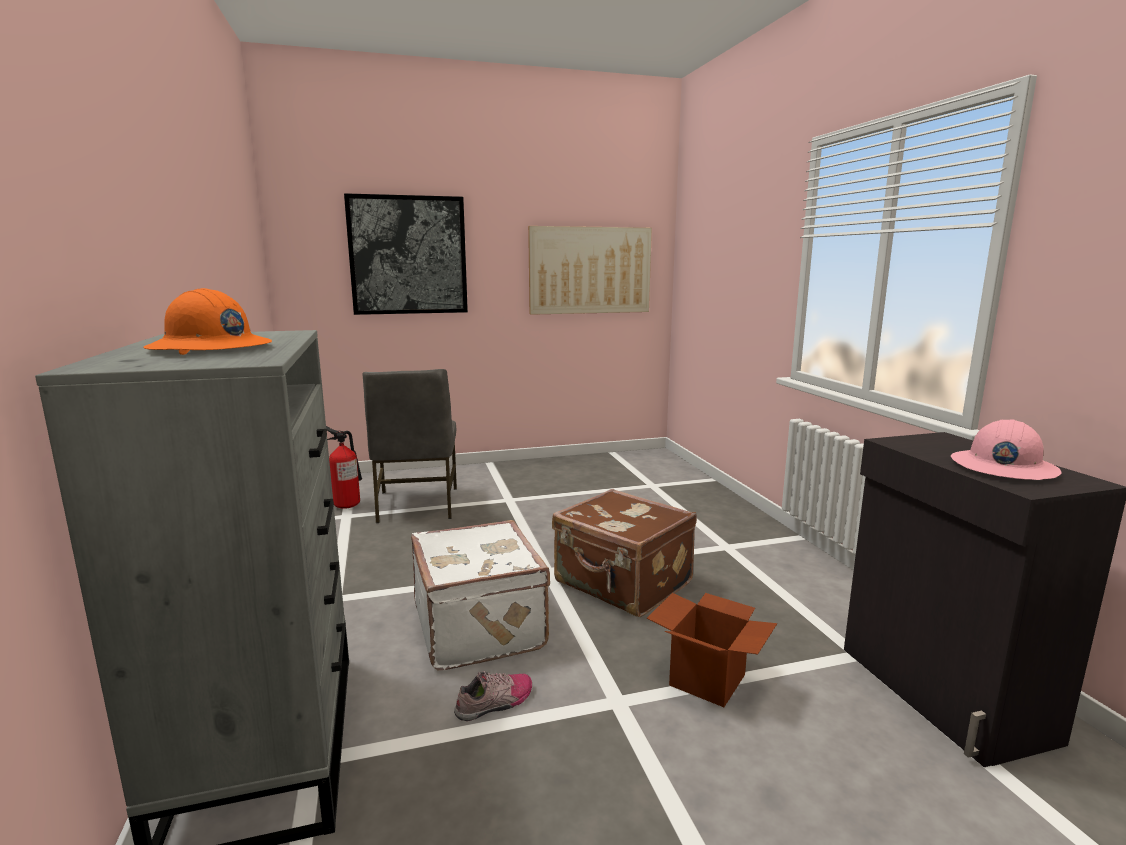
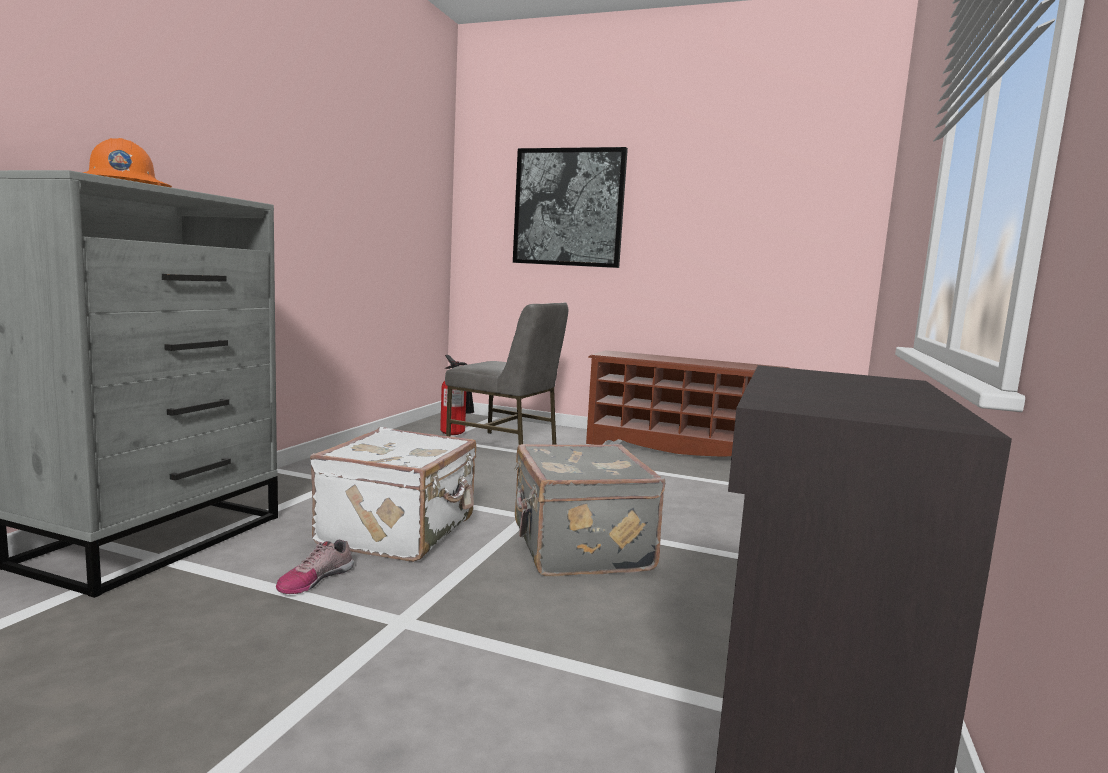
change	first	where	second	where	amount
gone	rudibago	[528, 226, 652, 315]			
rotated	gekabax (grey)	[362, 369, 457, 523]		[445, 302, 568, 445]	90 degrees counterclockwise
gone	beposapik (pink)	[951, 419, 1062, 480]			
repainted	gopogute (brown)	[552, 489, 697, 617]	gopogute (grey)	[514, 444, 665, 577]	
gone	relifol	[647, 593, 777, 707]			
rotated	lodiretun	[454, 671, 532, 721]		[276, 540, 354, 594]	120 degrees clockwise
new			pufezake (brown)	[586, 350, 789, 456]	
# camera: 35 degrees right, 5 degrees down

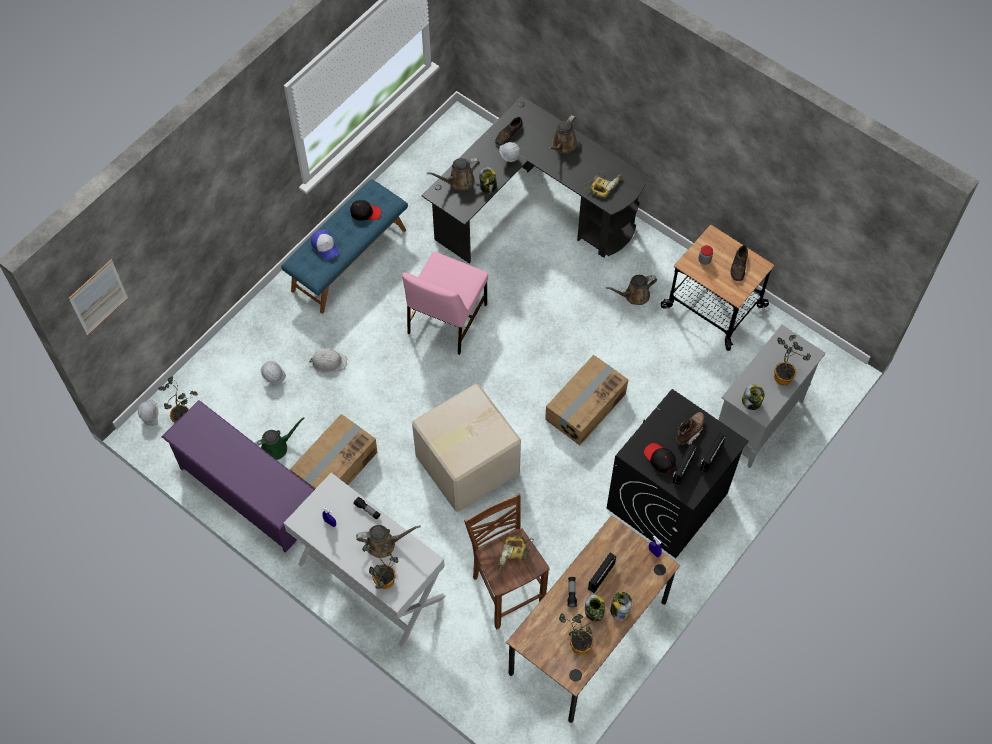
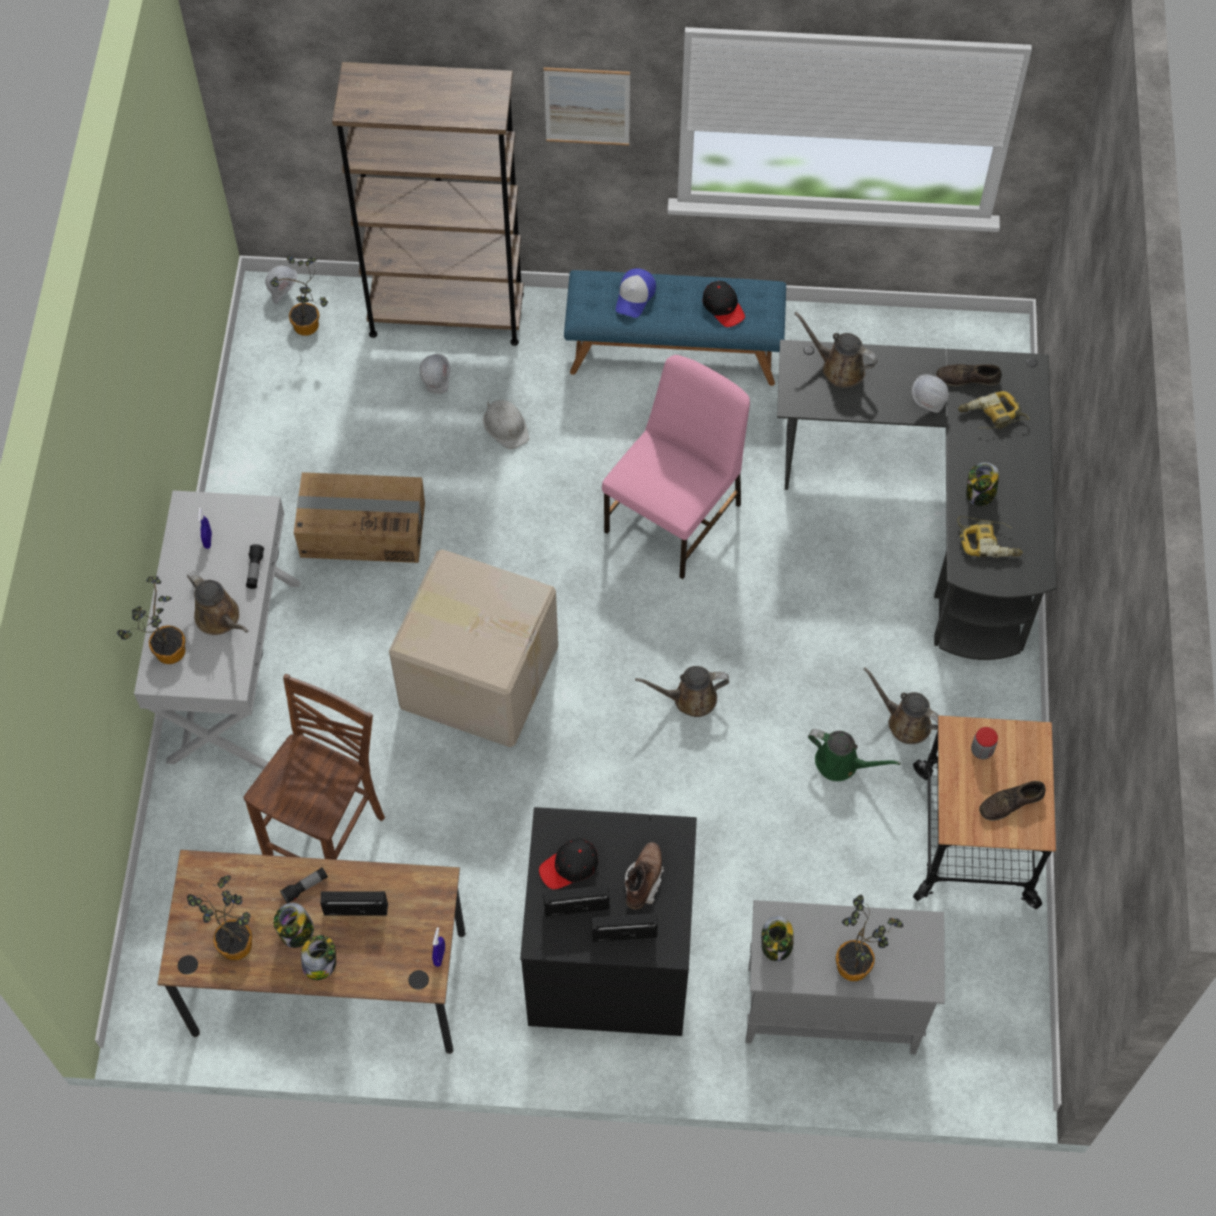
change	first	where	second	where	amount
shifted	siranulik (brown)	[548, 115, 577, 153]		[635, 666, 729, 717]	
shifted	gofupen	[479, 167, 497, 194]		[966, 462, 999, 506]	
rotated	gekabax (pink)	[402, 252, 488, 355]		[602, 355, 750, 579]	135 degrees clockwise
shifted	rudibago	[69, 259, 128, 336]		[544, 67, 630, 146]	
gone	relifol	[545, 355, 628, 446]			
gone	pufezake (purple)	[162, 400, 314, 553]			
rotated	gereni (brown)	[676, 412, 705, 445]		[625, 842, 664, 909]	75 degrees counterclockwise
shifted	siranulik (green)	[255, 417, 305, 460]		[808, 729, 901, 781]	
rotated	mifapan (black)	[644, 443, 676, 473]		[539, 838, 598, 889]	135 degrees counterclockwise
shifted	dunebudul	[498, 537, 534, 572]		[958, 391, 1030, 429]	
new			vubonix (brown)	[332, 62, 524, 346]	
# camera: 55 degrees right, 0 degrees up

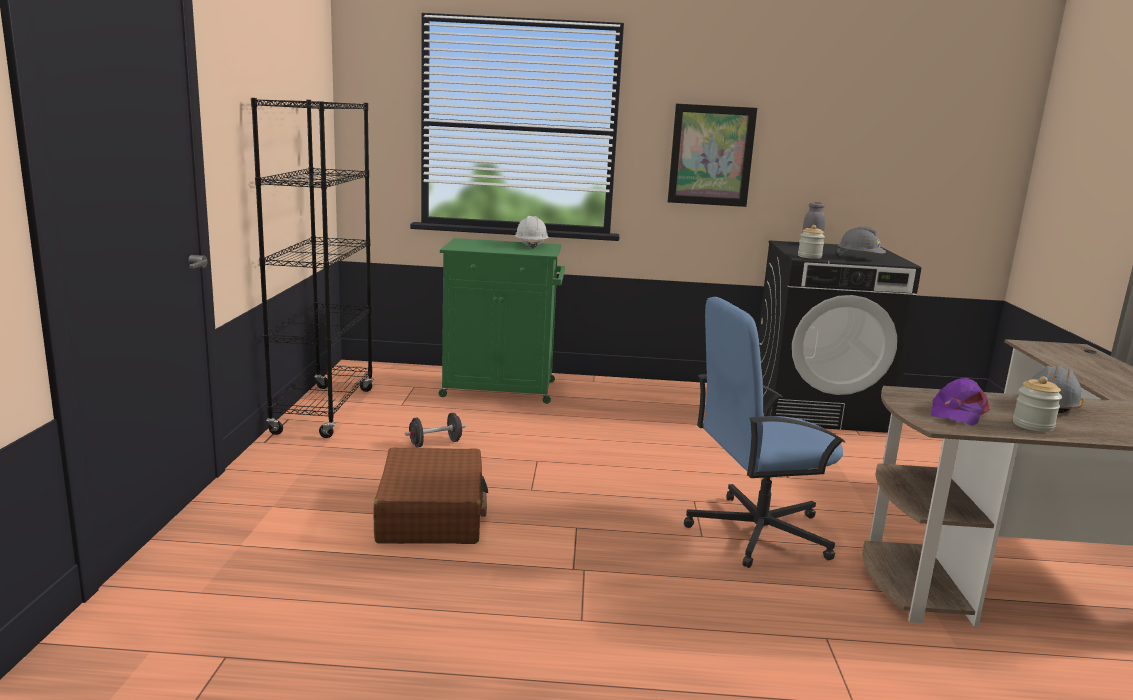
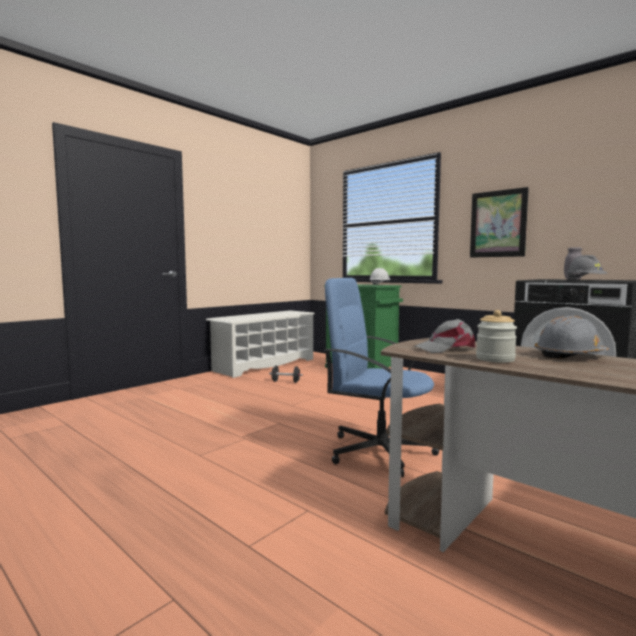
change	first	where	second	where	amount
swapped	vubonix (black)	[251, 98, 374, 438]	pufezake (white)	[206, 310, 315, 378]	
gone	gofupen	[798, 225, 825, 259]			
repainted	mifapan (purple)	[931, 378, 990, 426]	mifapan (grey)	[413, 319, 475, 353]	
gone	gopogute (brown)	[373, 448, 488, 544]			
# camera: 40 degrees right, 10 degrees down

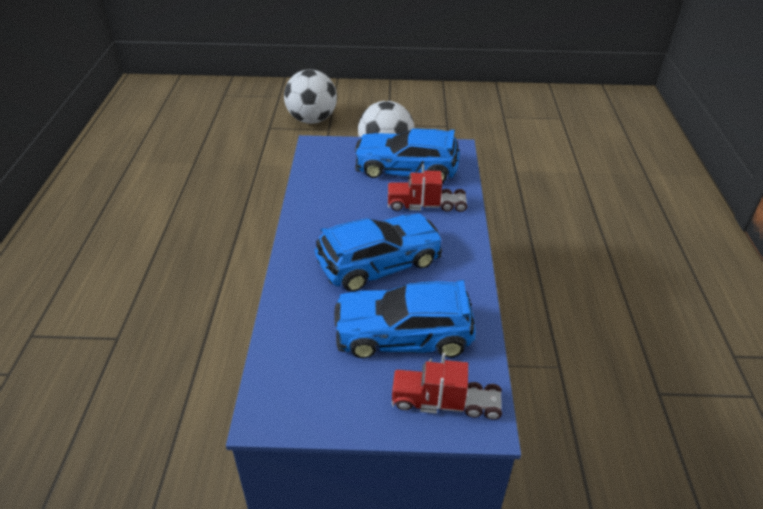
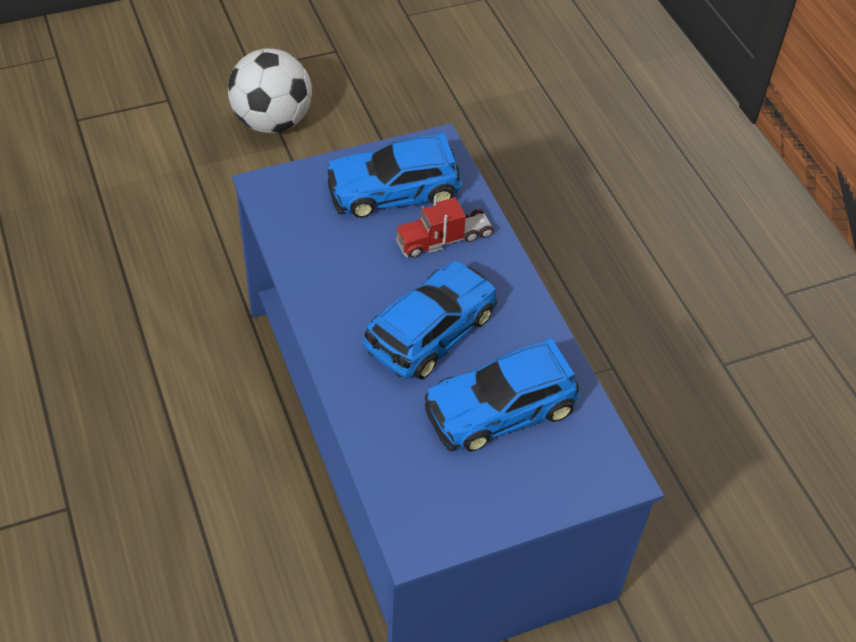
change	first	where	second	where	amount
gone	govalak	[284, 69, 337, 124]			
gone	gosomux	[392, 353, 502, 420]			
# camera: 25 degrees left, 10 degrees up

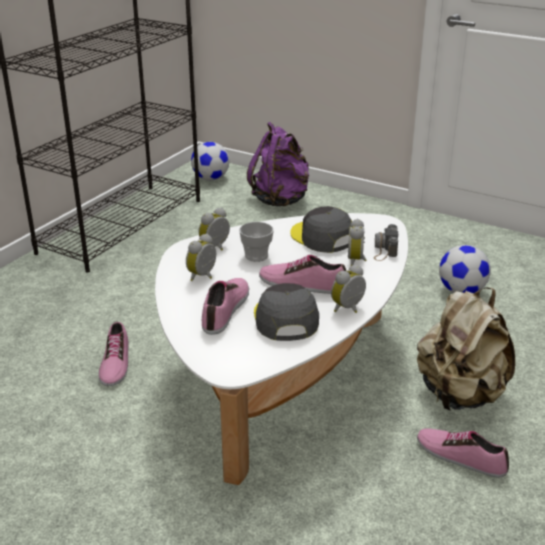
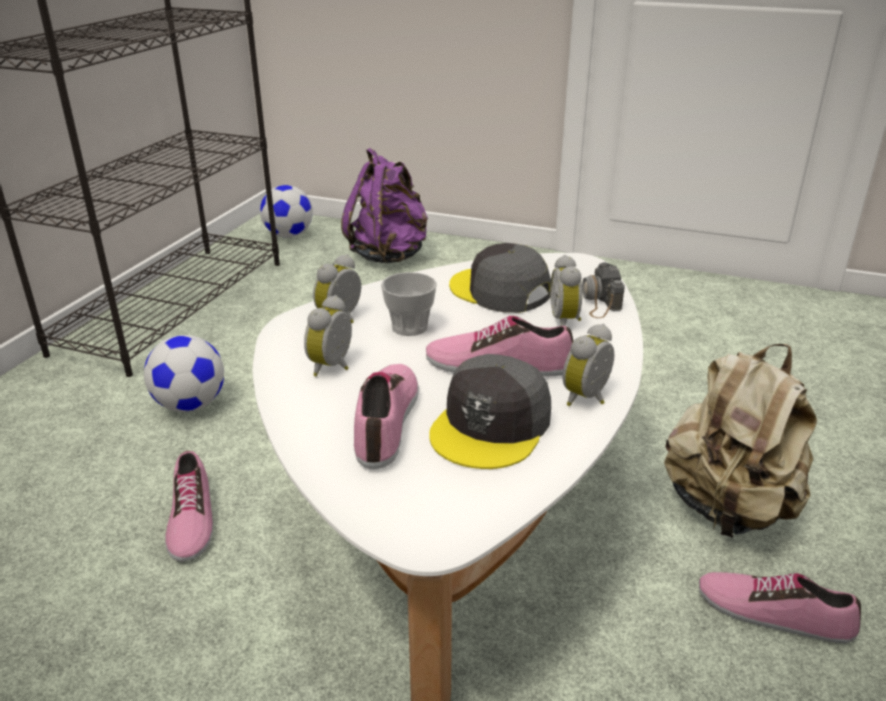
change	first	where	second	where	amount
shifted	govalak	[439, 245, 491, 293]		[144, 335, 224, 412]	
rotated	mifapan (grey)	[254, 283, 319, 341]		[429, 354, 551, 469]	135 degrees counterclockwise
# camera: 10 degrees left, 0 degrees up

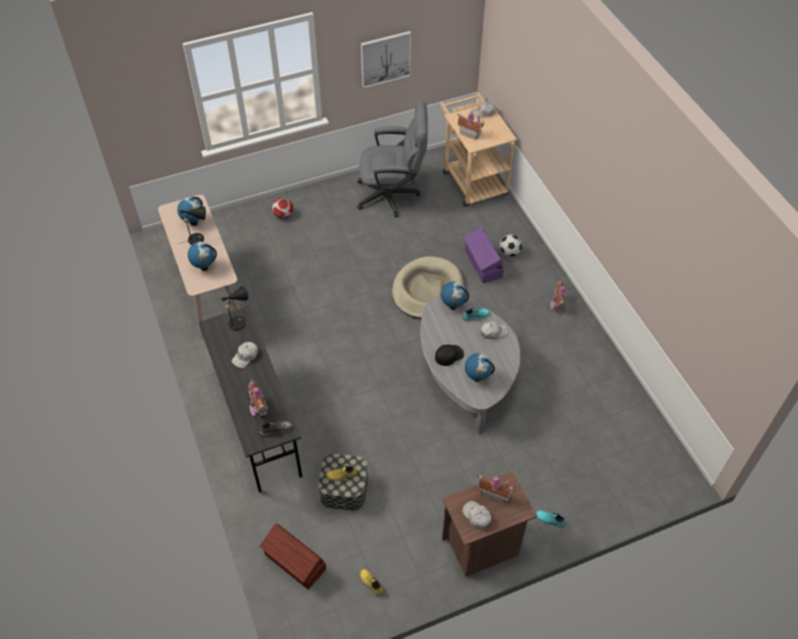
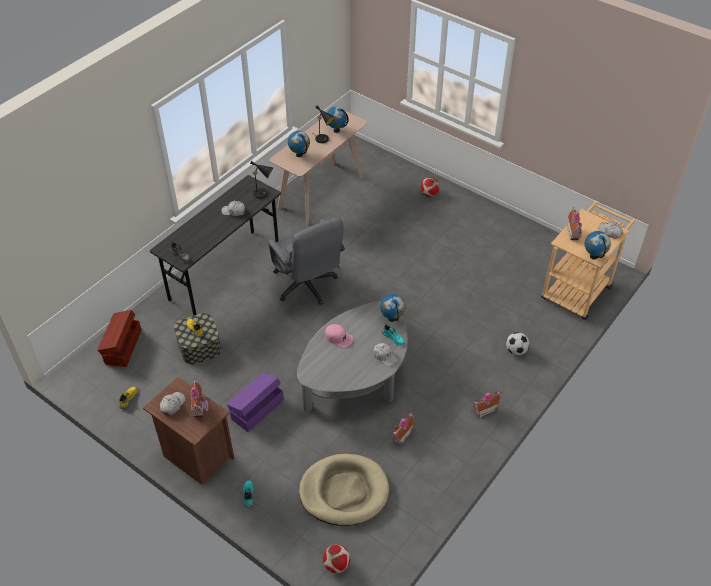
change	first	where	second	where	amount
gone	rudibago	[361, 31, 411, 88]			
shifted	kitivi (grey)	[357, 101, 428, 217]		[269, 218, 345, 305]	
shifted	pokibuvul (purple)	[464, 226, 504, 283]		[227, 373, 284, 432]	
shifted	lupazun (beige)	[392, 256, 464, 319]		[299, 454, 389, 526]	
repainted	mifapan (black)	[435, 344, 464, 366]	mifapan (pink)	[325, 324, 353, 347]	
shifted	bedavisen	[465, 353, 495, 382]		[585, 231, 611, 259]	
shifted	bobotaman	[248, 379, 268, 419]		[390, 412, 414, 445]	
new			govalak	[323, 545, 350, 573]	
# camera: 60 degrees right, 5 degrees down

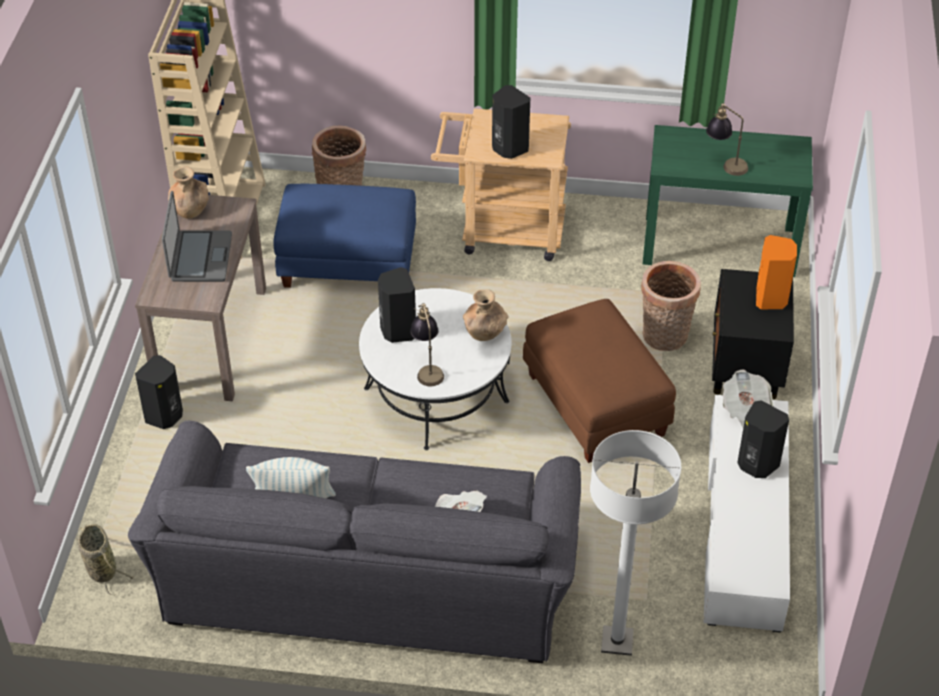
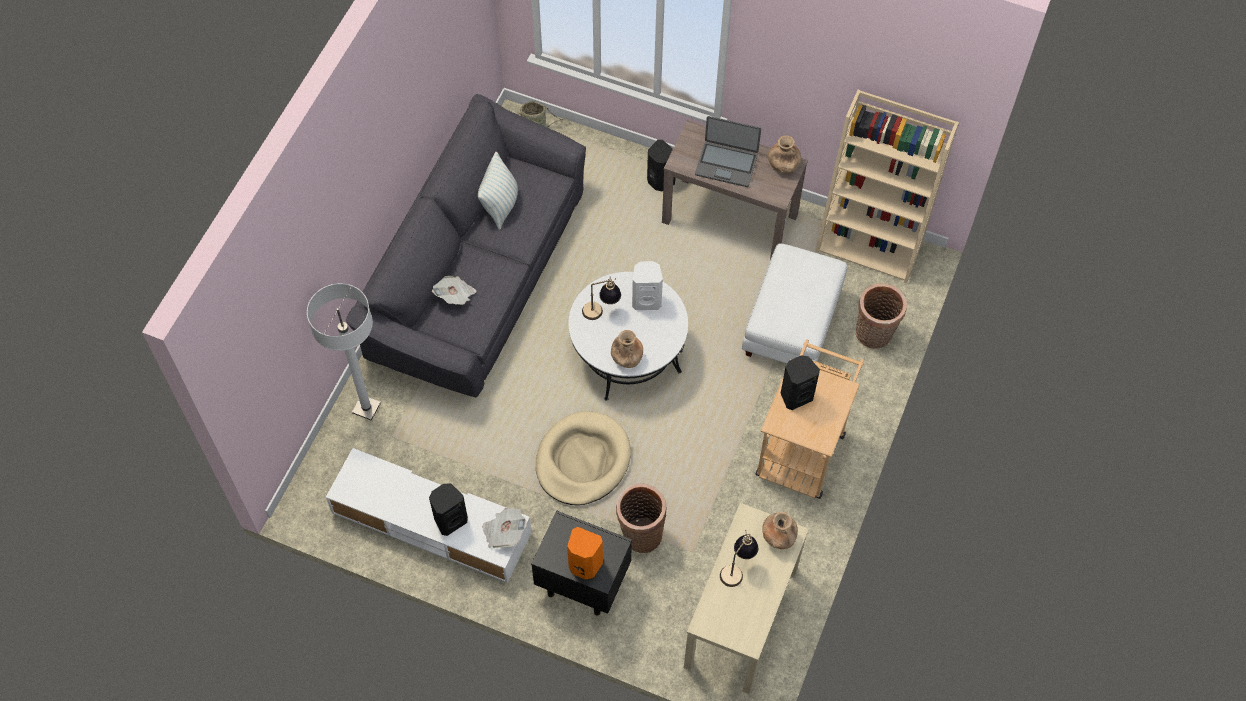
change	first	where	second	where	amount
repainted	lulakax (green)	[643, 125, 813, 277]	lulakax (beige)	[684, 503, 809, 694]	
repainted	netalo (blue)	[274, 184, 416, 288]	netalo (white)	[742, 243, 847, 363]	
repainted	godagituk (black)	[378, 267, 416, 343]	godagituk (white)	[632, 261, 663, 310]	
swapped	netalo (brown)	[523, 299, 676, 463]	lupazun (beige)	[536, 411, 631, 505]	
new			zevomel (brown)	[762, 511, 798, 549]	
# camera: 105 degrees right, 15 degrees up

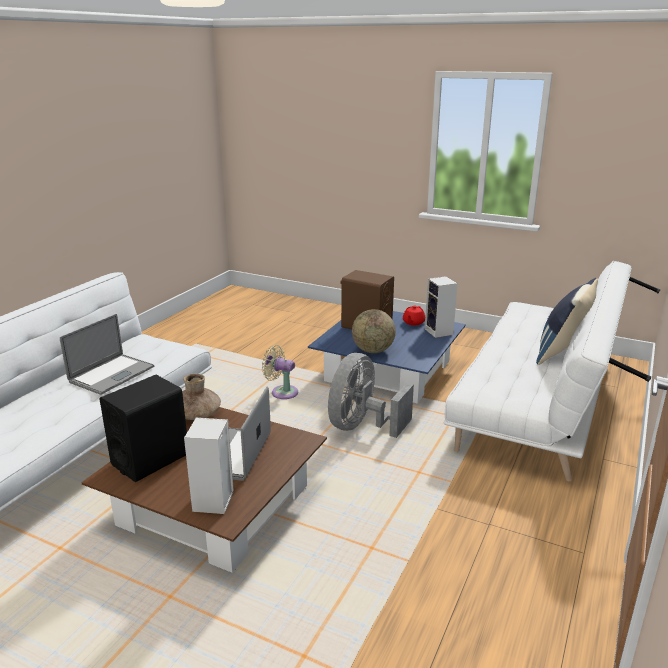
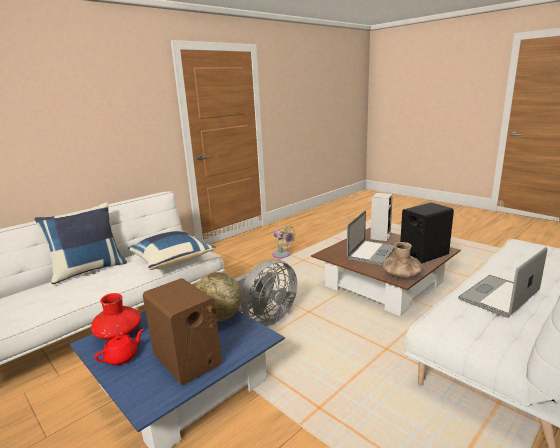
change	first	where	second	where	amount
swapped	godagituk	[425, 276, 458, 338]	zevomel (red)	[91, 293, 141, 340]	
shifted	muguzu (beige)	[262, 345, 298, 399]		[273, 224, 296, 258]	
new			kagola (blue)	[128, 231, 215, 270]	
# camera: 160 degrees left, 5 degrees down

